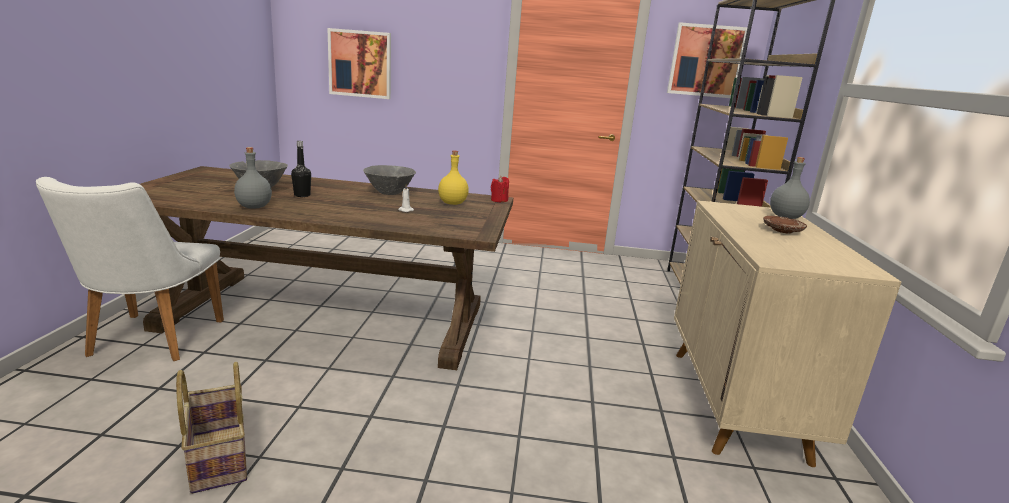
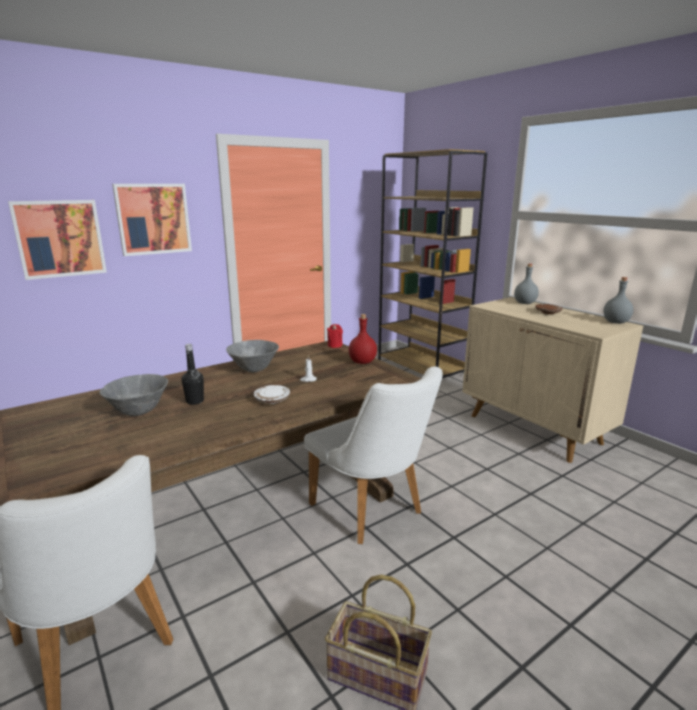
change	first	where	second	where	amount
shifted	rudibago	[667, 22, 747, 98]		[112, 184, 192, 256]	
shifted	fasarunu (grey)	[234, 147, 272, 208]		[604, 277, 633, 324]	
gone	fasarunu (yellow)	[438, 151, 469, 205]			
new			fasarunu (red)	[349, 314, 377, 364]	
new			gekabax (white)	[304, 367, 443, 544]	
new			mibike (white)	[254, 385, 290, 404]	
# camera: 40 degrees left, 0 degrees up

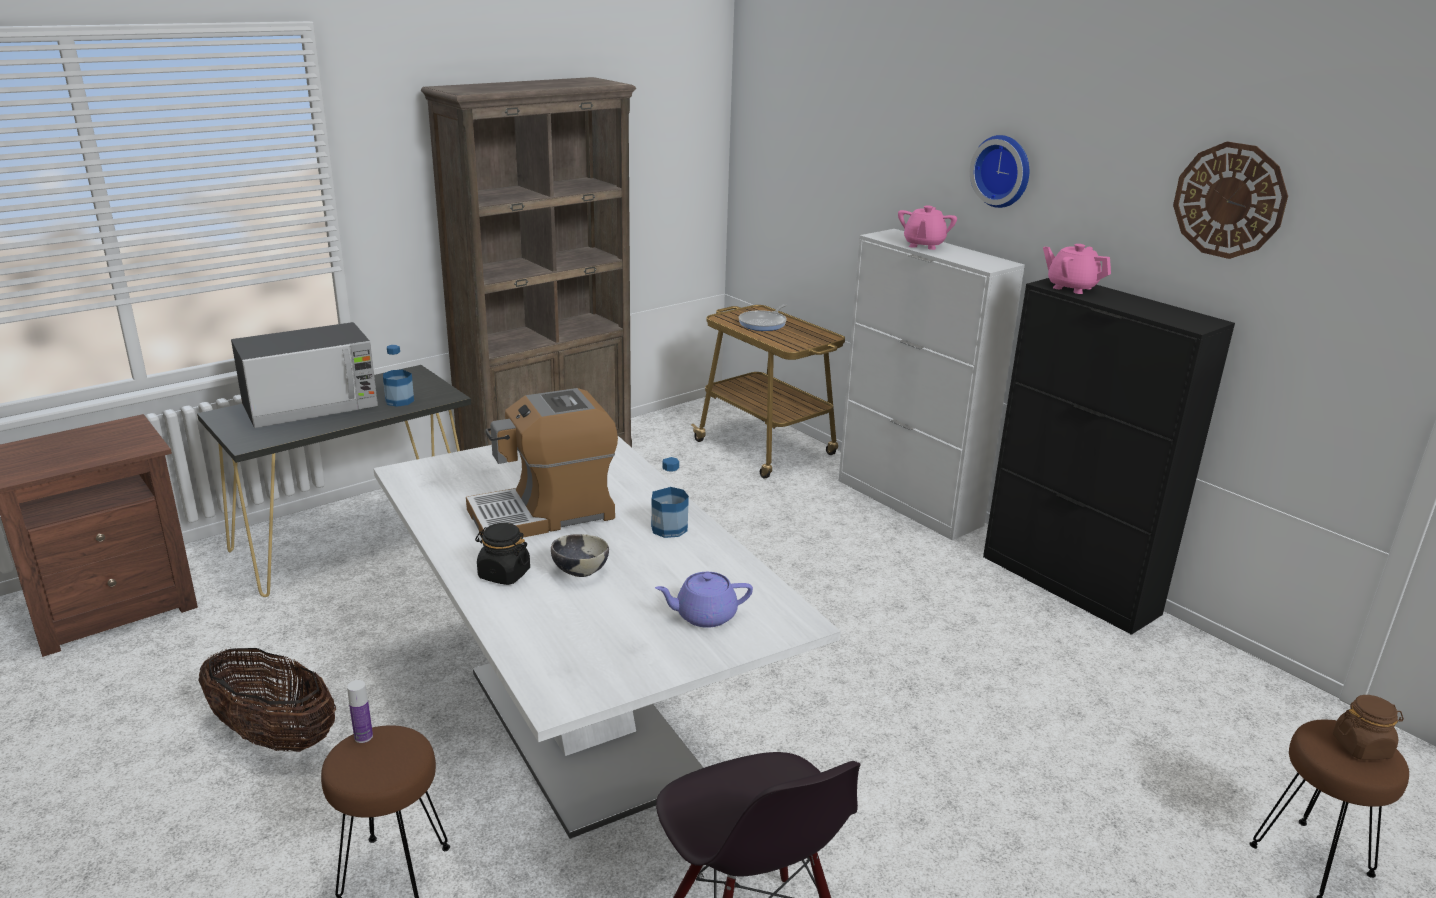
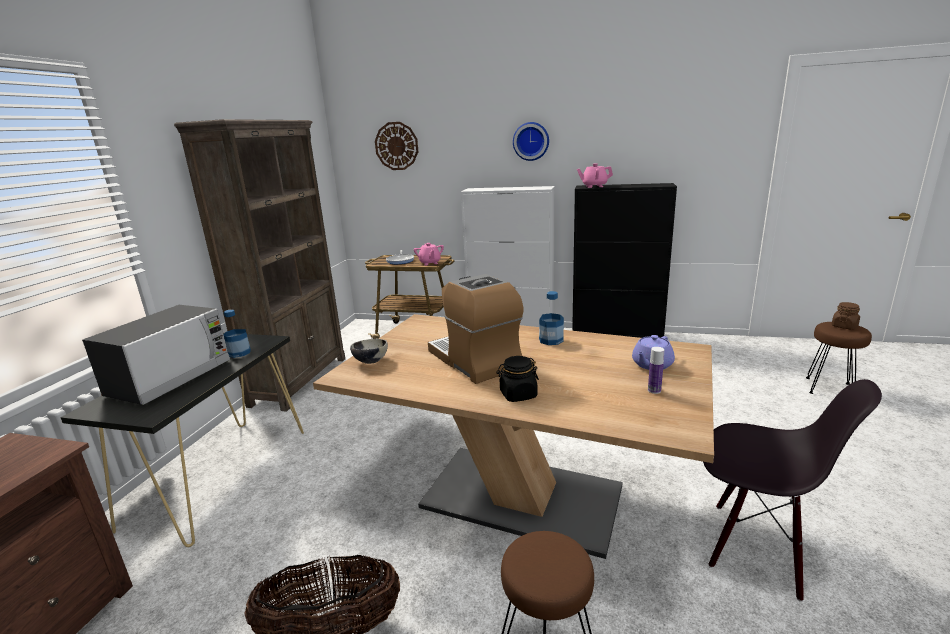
change	first	where	second	where	amount
shifted	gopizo	[1173, 142, 1288, 259]		[375, 122, 418, 170]	
shifted	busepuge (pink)	[898, 206, 957, 250]		[414, 243, 444, 266]	
rotated	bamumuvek	[466, 388, 618, 538]		[428, 274, 523, 384]	120 degrees clockwise
repainted	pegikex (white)	[373, 436, 841, 839]	pegikex (brown)	[313, 314, 714, 559]	
shifted	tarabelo	[551, 534, 609, 577]		[350, 339, 388, 364]	
shifted	fasarunu	[347, 680, 373, 743]		[648, 347, 664, 394]	
# camera: 35 degrees left, 5 degrees down

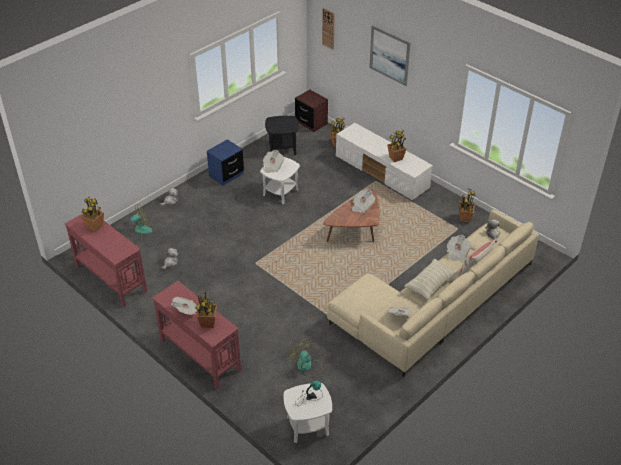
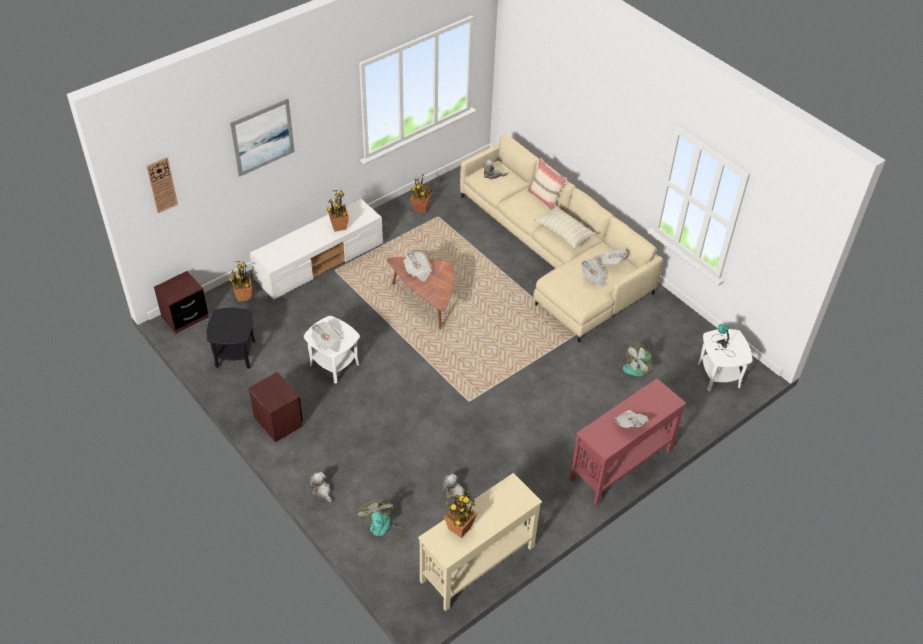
change	first	where	second	where	amount
repainted	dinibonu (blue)	[207, 139, 244, 186]	dinibonu (brown)	[248, 372, 303, 442]	
repainted	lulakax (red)	[65, 213, 147, 307]	lulakax (beige)	[418, 473, 542, 611]	
shifted	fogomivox	[447, 235, 471, 261]		[581, 259, 607, 287]	
gone	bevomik	[195, 289, 217, 328]			
# camera: 85 degrees left, 5 degrees up

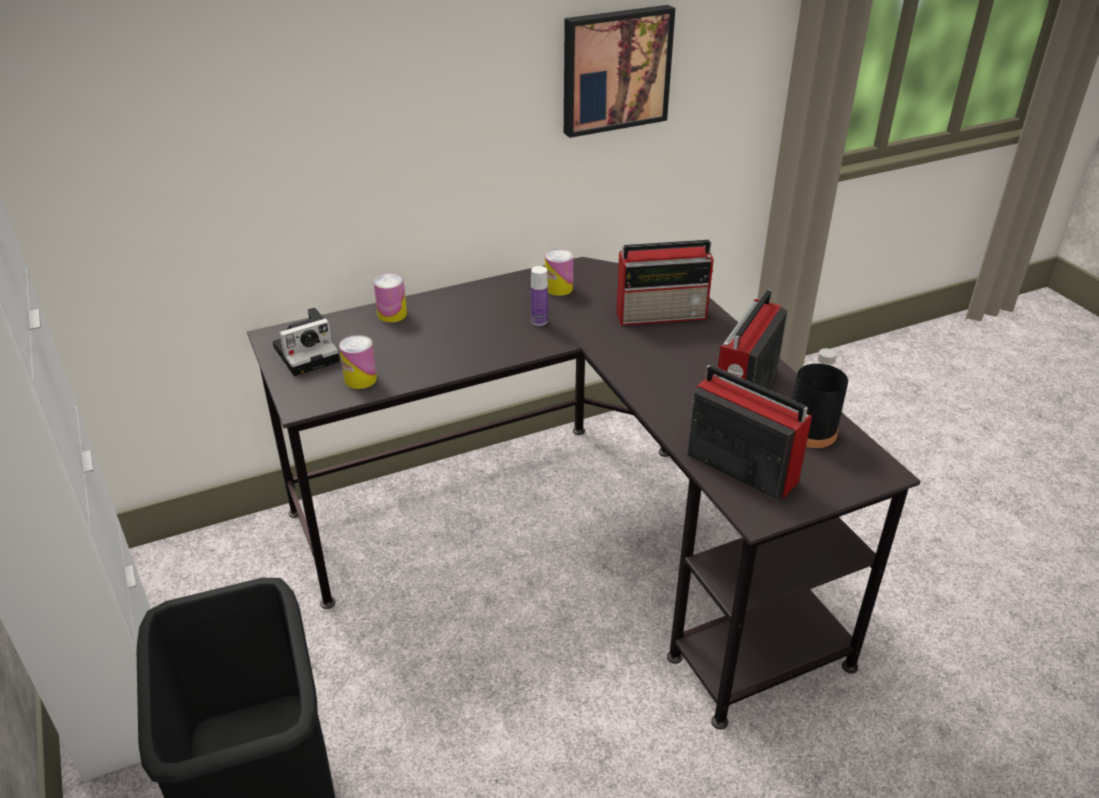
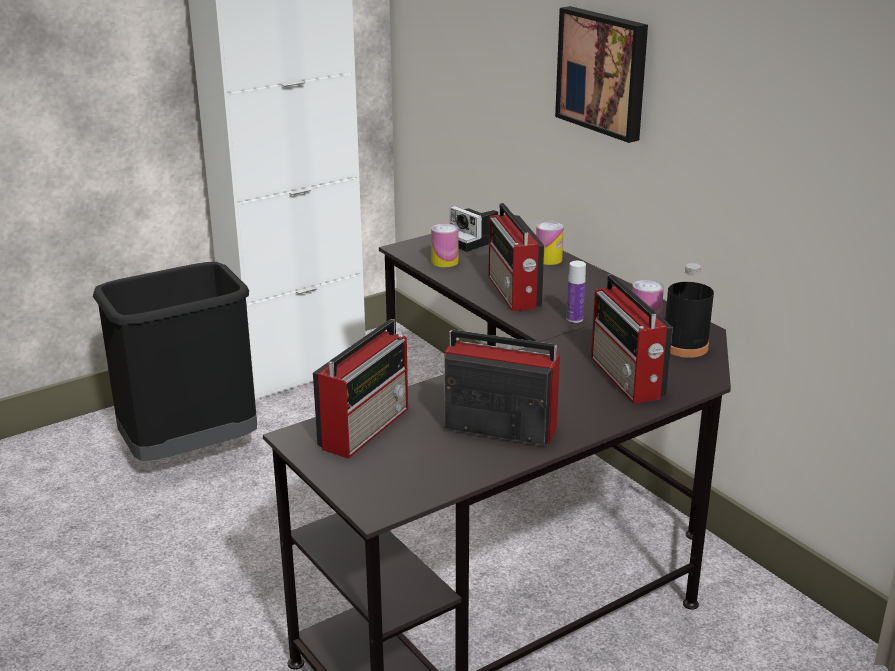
change	first	where	second	where	amount
shifted	rudibago	[564, 5, 675, 138]		[555, 6, 648, 143]	
shifted	fasarunu (black)	[792, 348, 848, 448]		[665, 263, 714, 358]	
new			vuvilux	[488, 203, 544, 311]	
# camera: 80 degrees right, 10 degrees down

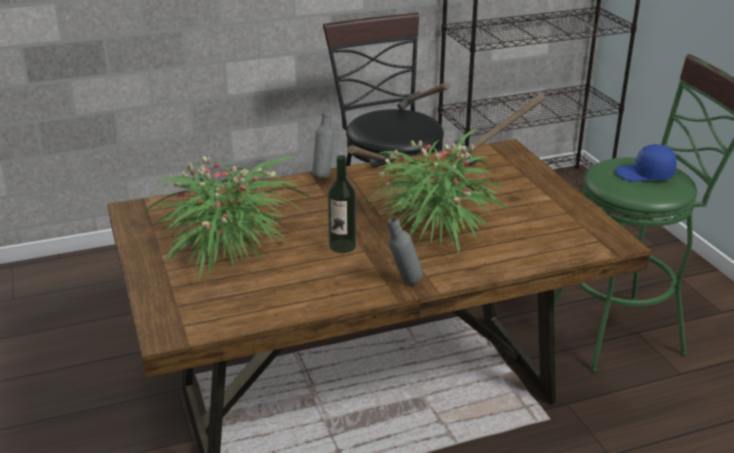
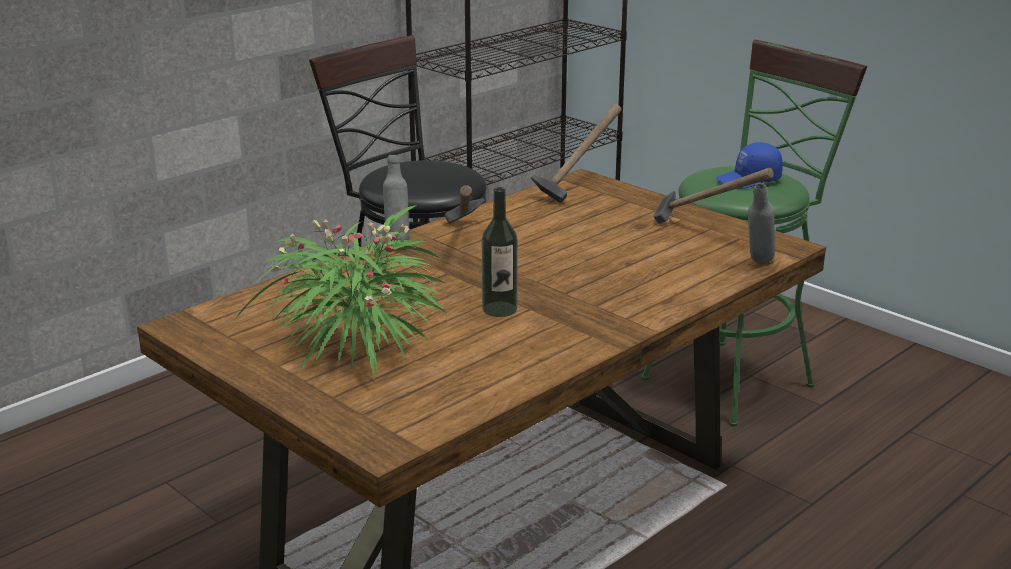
change	first	where	second	where	amount
shifted	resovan	[397, 82, 450, 110]		[653, 168, 774, 224]	
gone	bevomik	[358, 129, 510, 255]			
shifted	fasarunu (grey)	[387, 217, 423, 285]		[748, 183, 775, 263]	
# camera: 25 degrees left, 5 degrees down

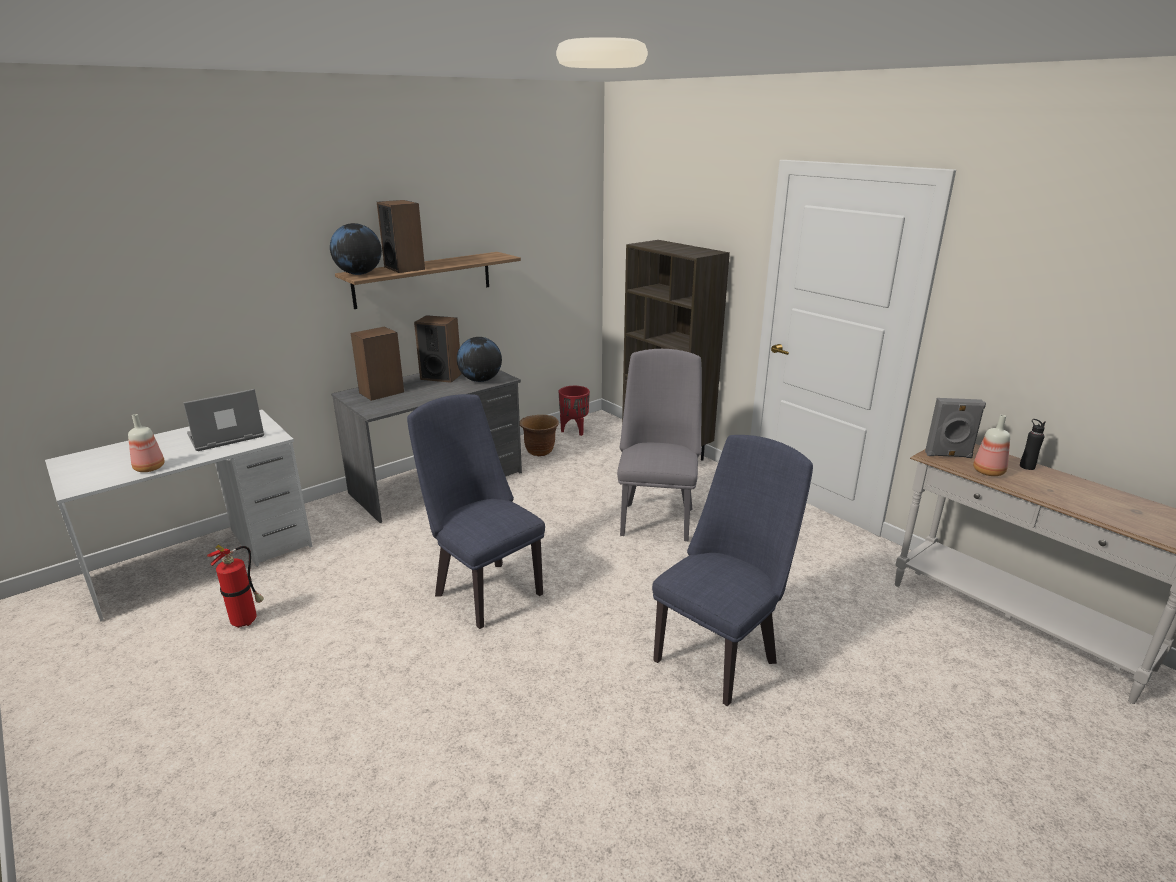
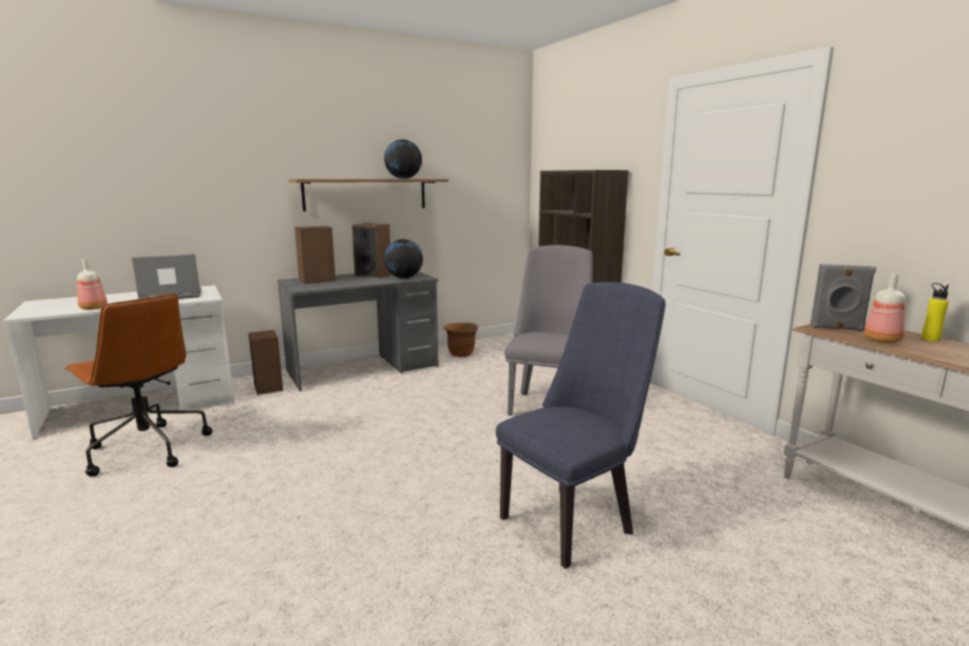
change	first	where	second	where	amount
shifted	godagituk	[377, 200, 425, 273]		[249, 330, 283, 395]	
shifted	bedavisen	[330, 223, 382, 275]		[384, 139, 422, 179]	
gone	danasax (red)	[559, 386, 590, 436]			
gone	gekabax (blue)	[407, 394, 545, 629]			
repainted	fasarunu (black)	[1020, 419, 1046, 470]	fasarunu (yellow)	[921, 283, 949, 342]	
swapped	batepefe	[207, 544, 264, 628]	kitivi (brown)	[64, 293, 212, 477]	
# camera: 10 degrees right, 10 degrees down

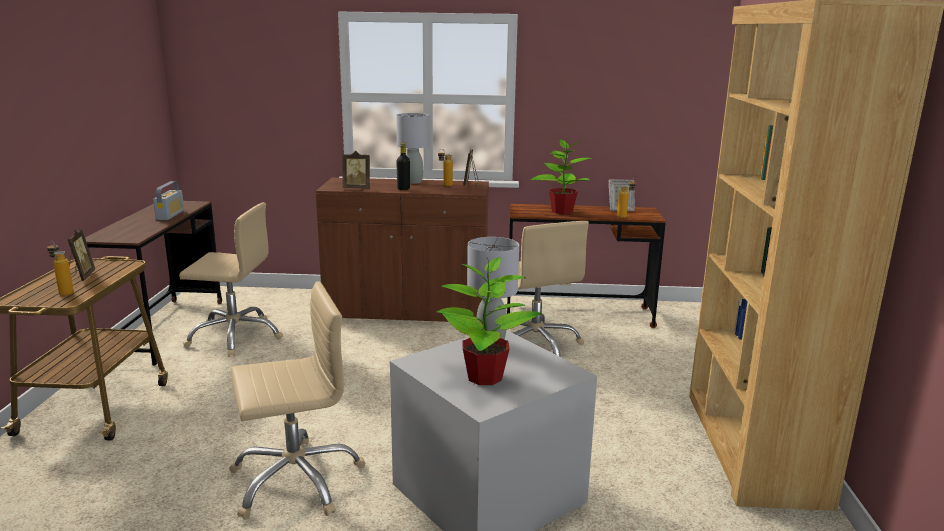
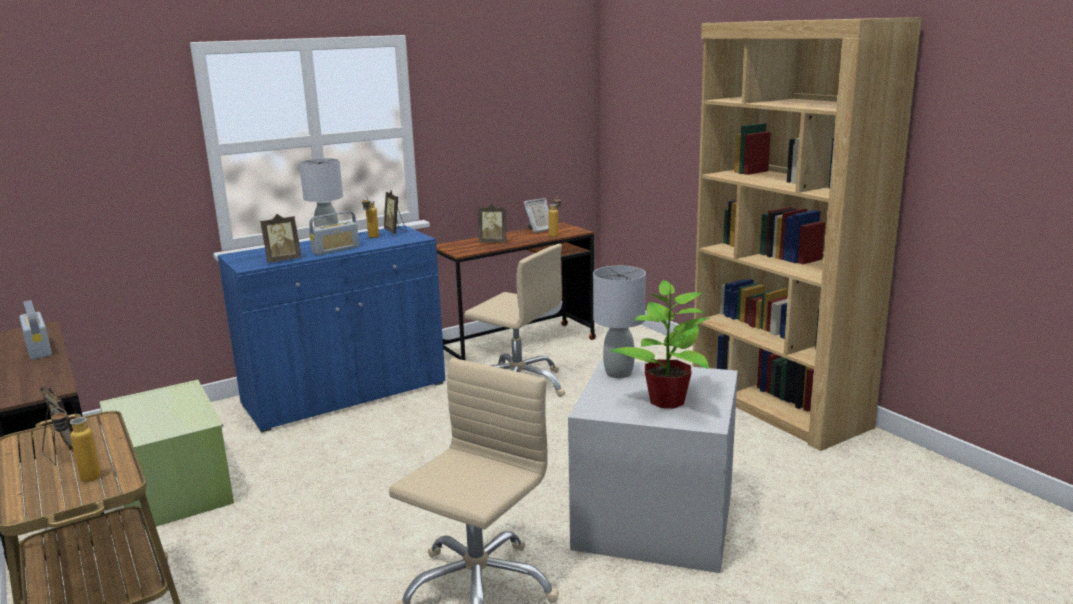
change	first	where	second	where	amount
swapped	bevomik	[531, 139, 593, 214]	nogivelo	[478, 203, 506, 243]	
swapped	fasarunu (black)	[396, 143, 410, 190]	vuvilux	[309, 211, 359, 255]	
repainted	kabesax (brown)	[316, 178, 489, 322]	kabesax (blue)	[218, 225, 445, 433]	
swapped	kitivi (beige)	[179, 202, 283, 357]	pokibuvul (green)	[99, 380, 234, 529]	
# camera: 35 degrees left, 0 degrees up

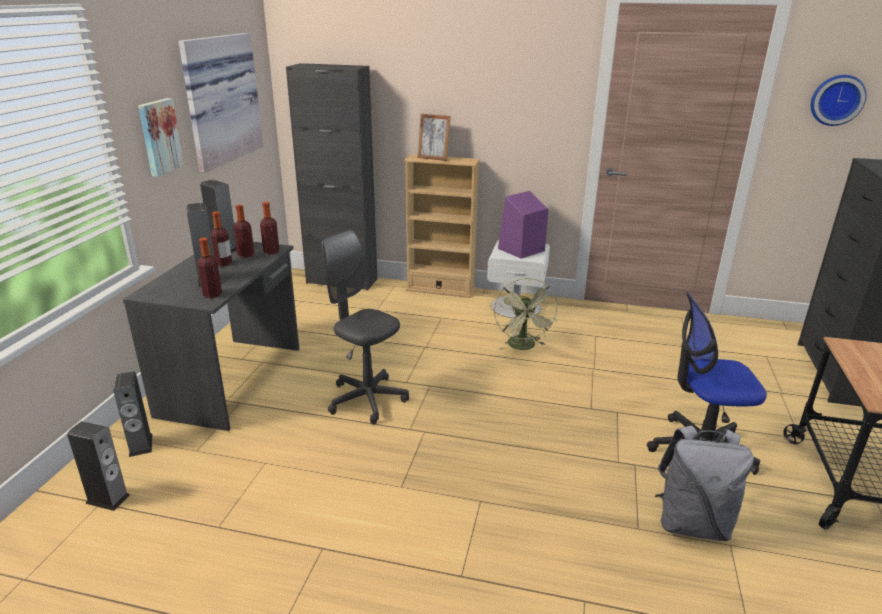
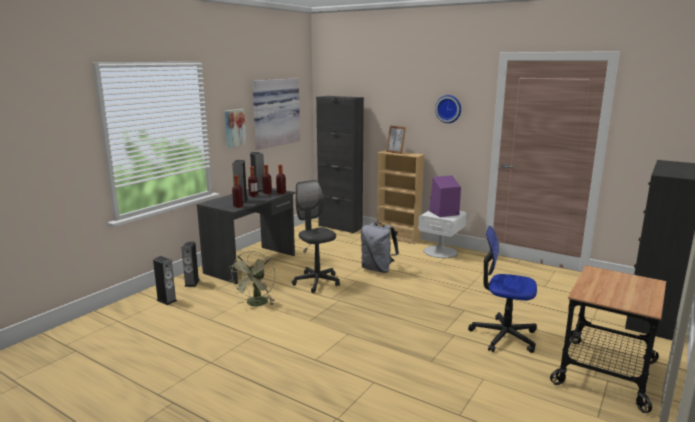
change	first	where	second	where	amount
shifted	gopizo	[811, 75, 867, 126]		[435, 95, 461, 123]	
shifted	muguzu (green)	[494, 278, 559, 350]		[229, 251, 275, 306]	
shifted	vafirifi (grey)	[655, 426, 754, 541]		[361, 223, 399, 273]	
# camera: 20 degrees right, 10 degrees down

